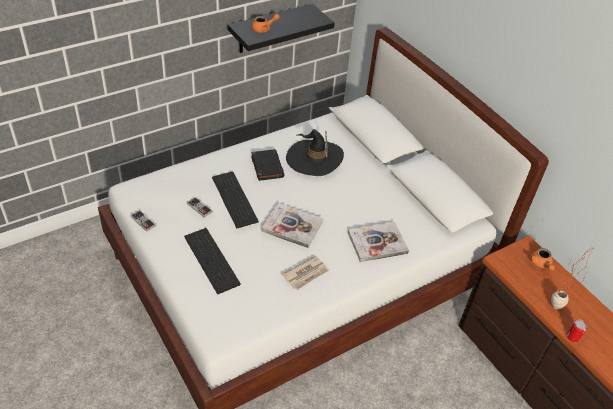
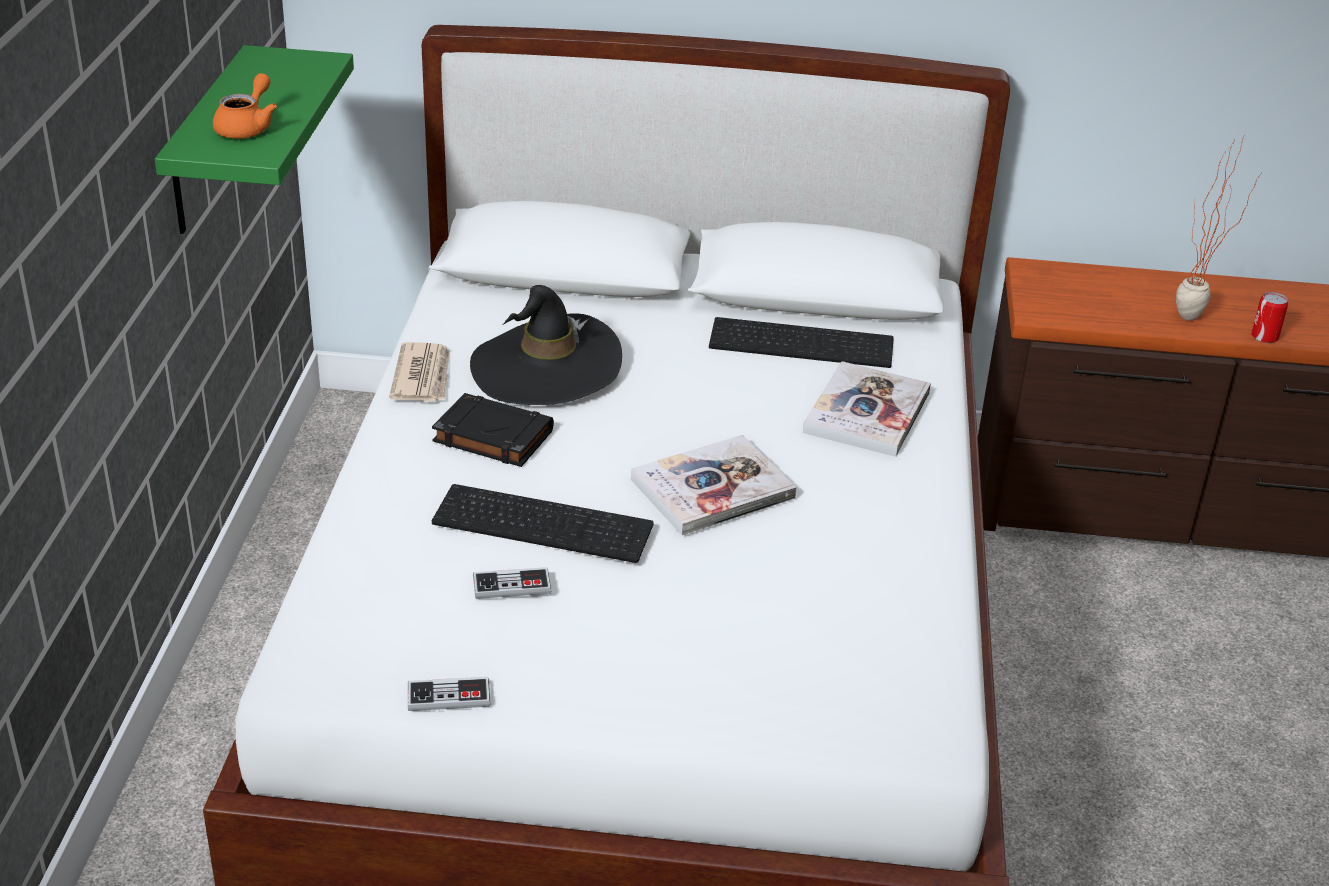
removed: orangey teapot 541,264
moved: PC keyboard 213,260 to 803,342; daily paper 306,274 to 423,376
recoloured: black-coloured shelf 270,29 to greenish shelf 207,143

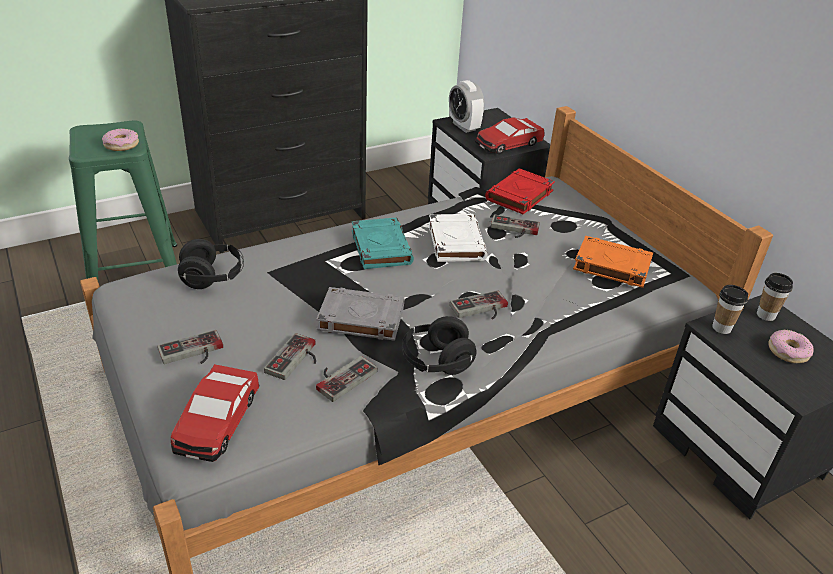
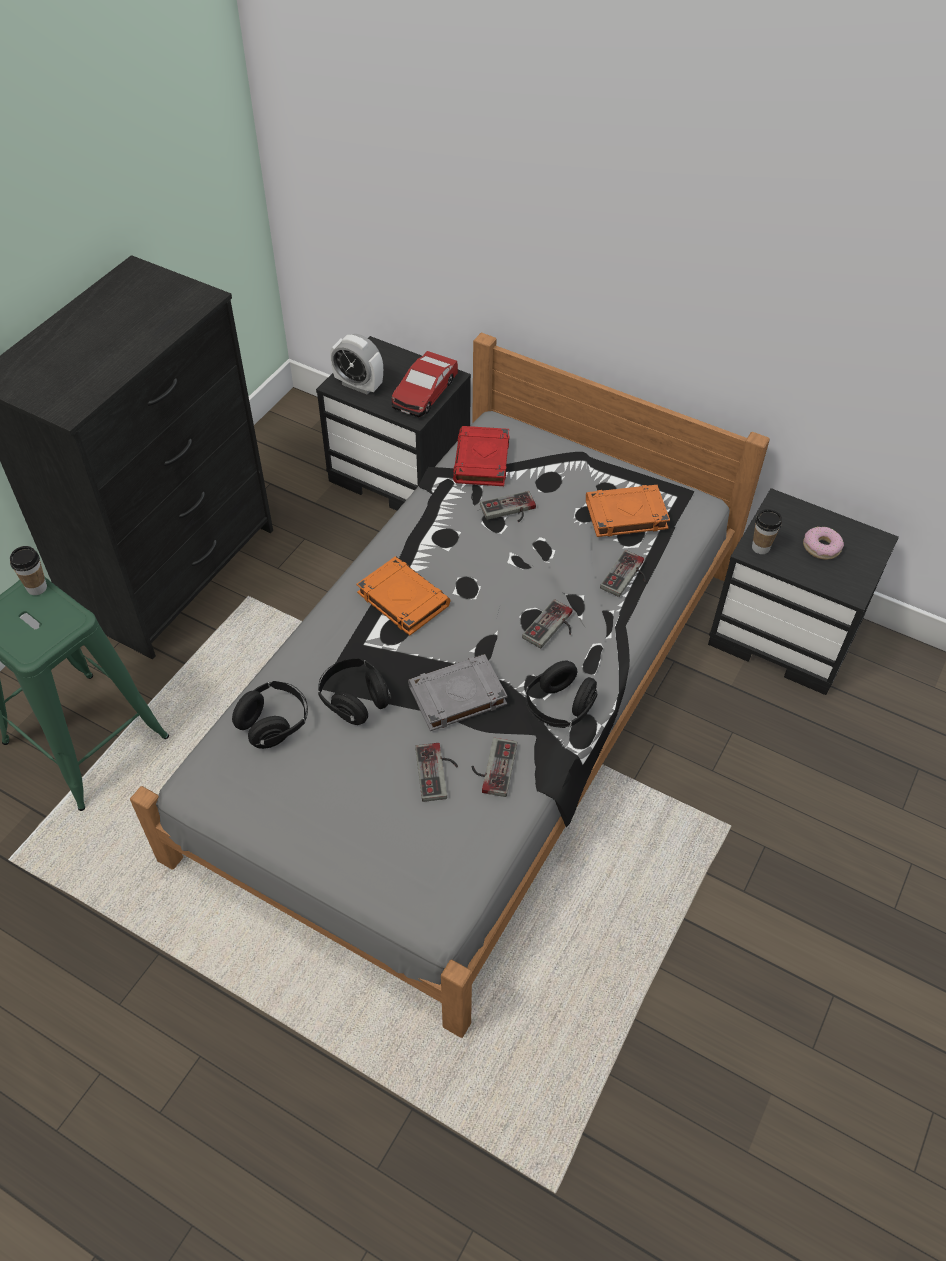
removed: doughnut 121,145; model car 217,421; white-coloured book 455,242
added: black-coloured pair of headphones 355,700
moved: game controller 192,353 to 628,577; drinking cup 766,315 to 37,587
recoloured: turquoise-coloured book 380,247 to orangey book 402,599

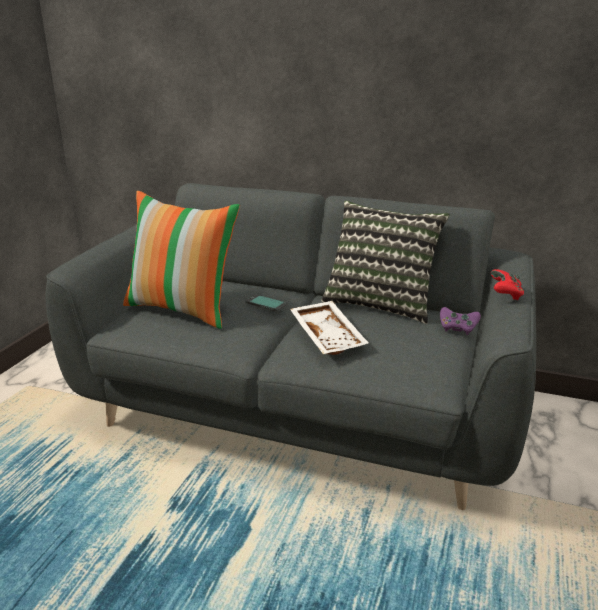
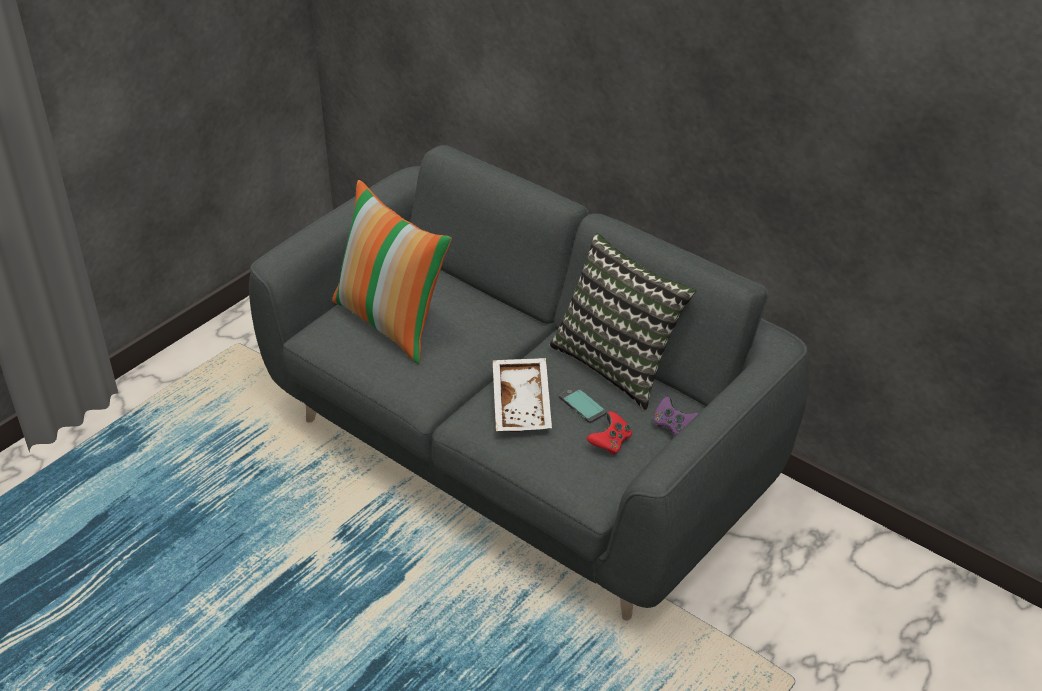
moved: phone 266,304 to 582,405; red-coloured game controller 505,294 to 610,443

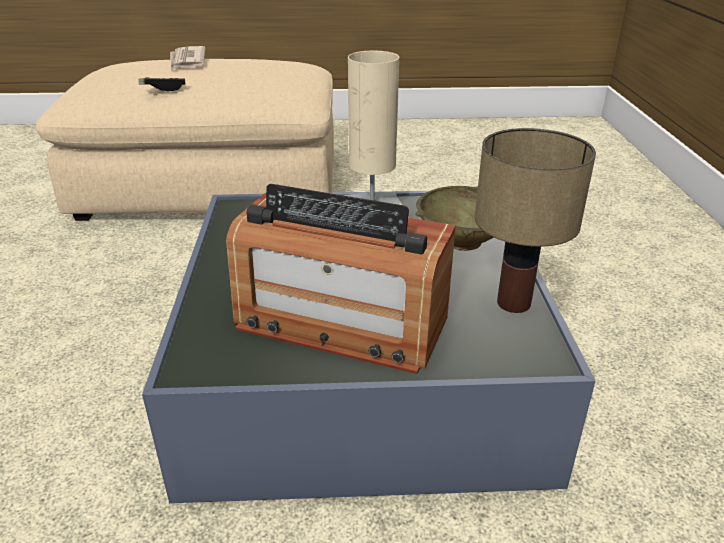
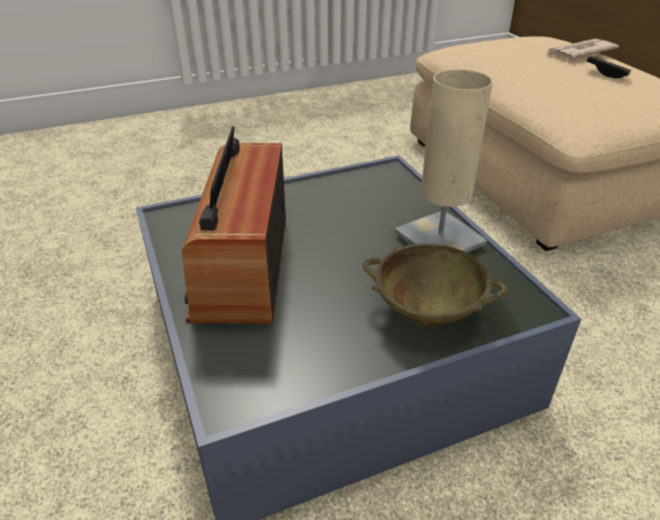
removed: table lamp 514,304
moved: game controller 163,89 to 606,73

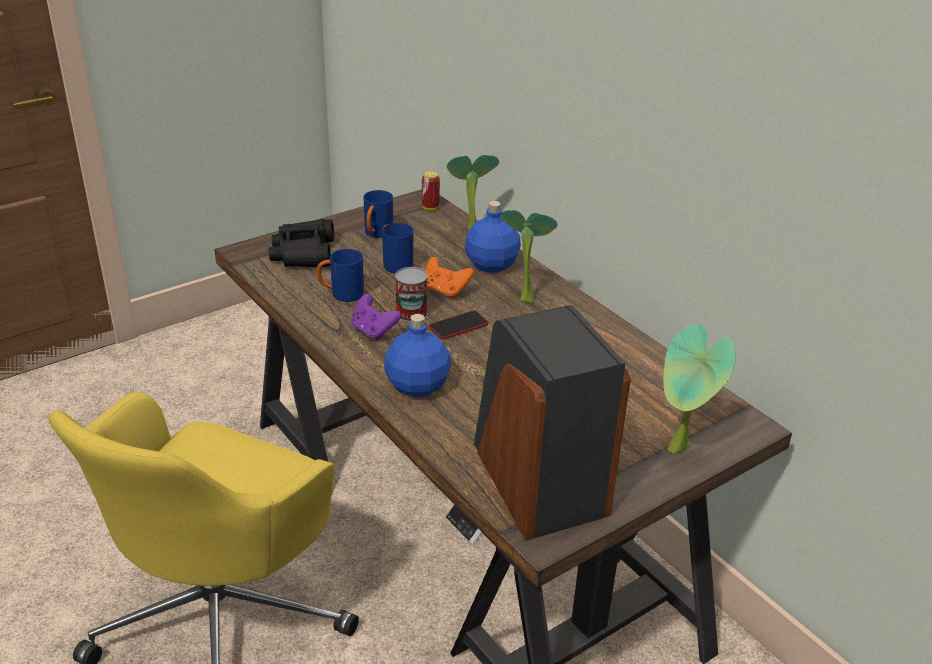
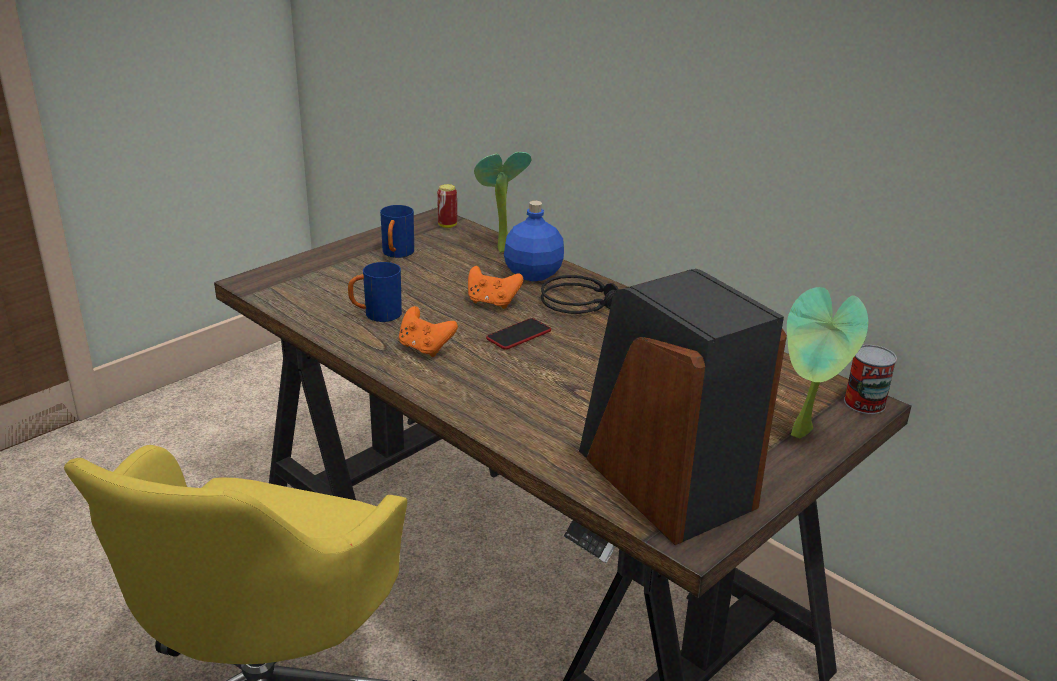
removed: black-coloured binoculars 304,254; blue tea mug 394,263; blue drink bottle 416,386
moved: metal can 411,313 to 864,403
replaced: potted plant 524,297 to black-coloured pair of headphones 580,301
recoloured: purple-coloured game controller 373,331 to orangey game controller 425,348

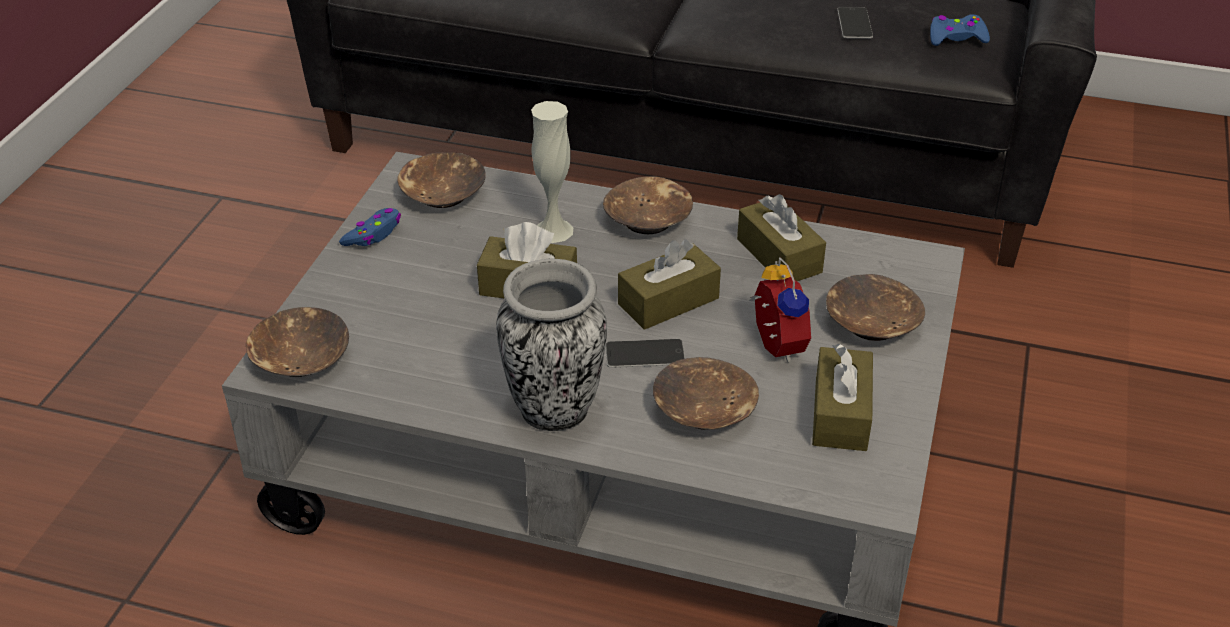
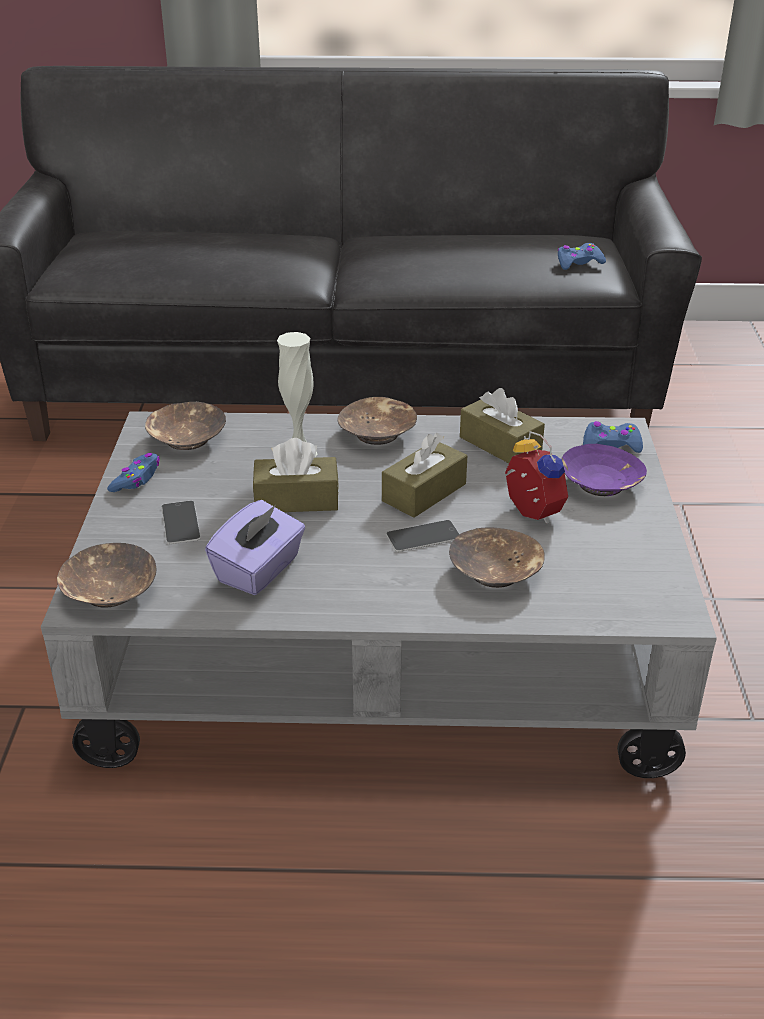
removed: vase 554,411; brown-coloured tissue box 840,414
added: purple-coloured tissue box 259,570; blue game controller 611,444
moved: phone 854,23 to 180,522
recoloured: brown-coloured serving bowl 871,324 to purple-coloured serving bowl 600,484

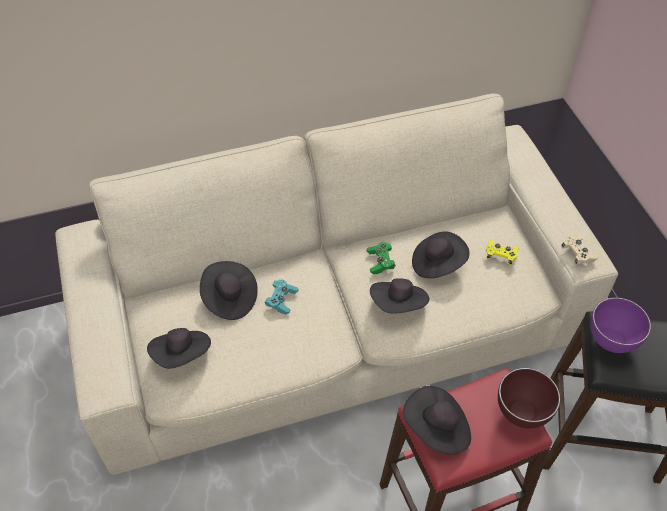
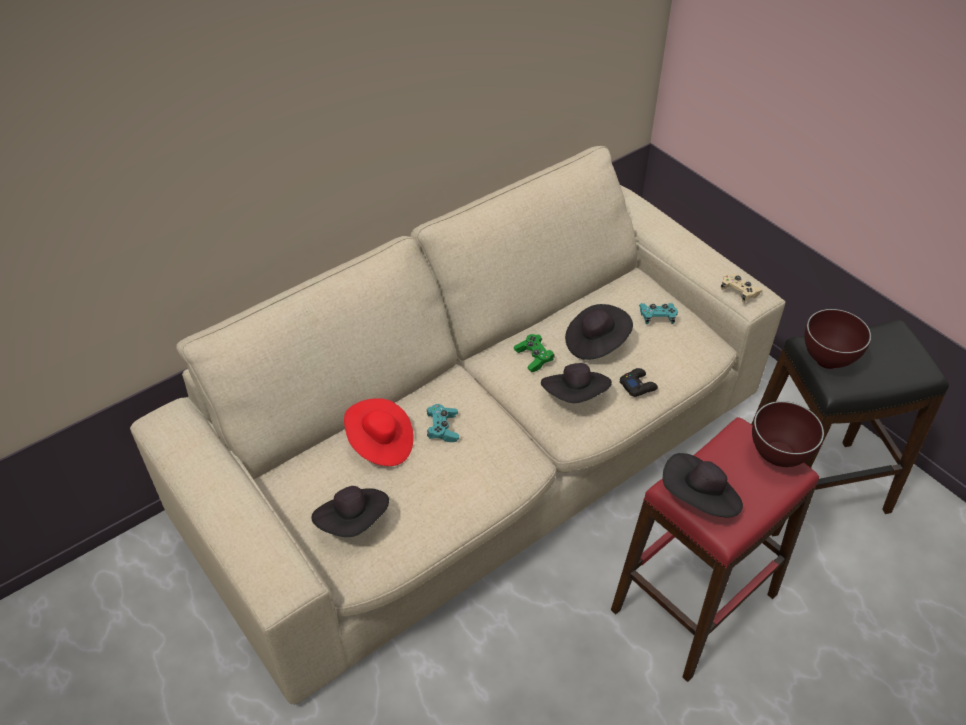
added: black-coloured game controller 638,385
recoloured: black-coloured hat 229,298 to red-coloured hat 380,443; yellow-coloured game controller 500,256 to turquoise-coloured game controller 657,317; purple-coloured serving bowl 611,342 to brown-coloured serving bowl 827,360

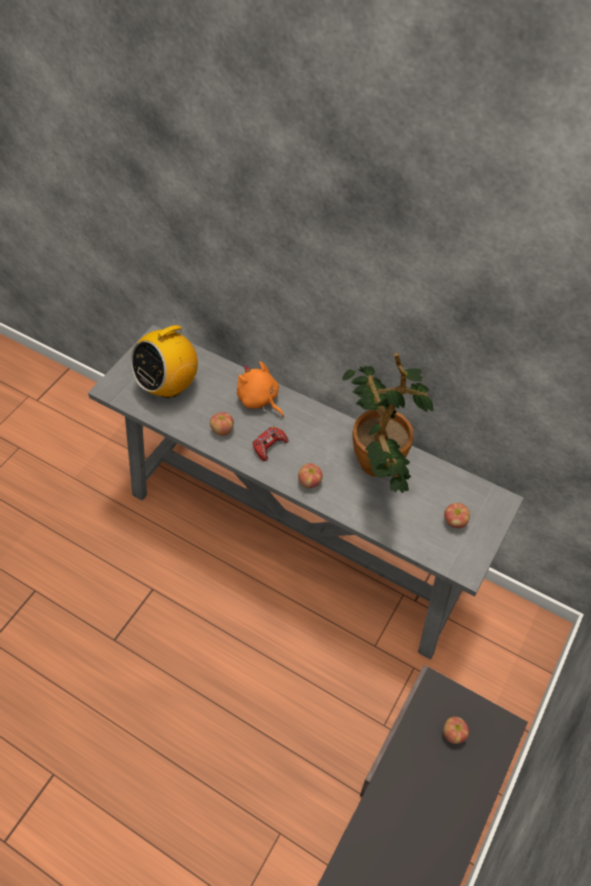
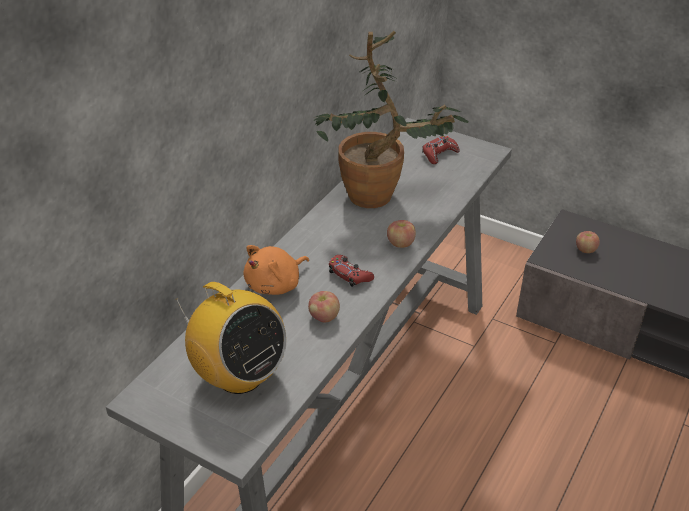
replaced: whole apple 455,521 to red-coloured game controller 439,154

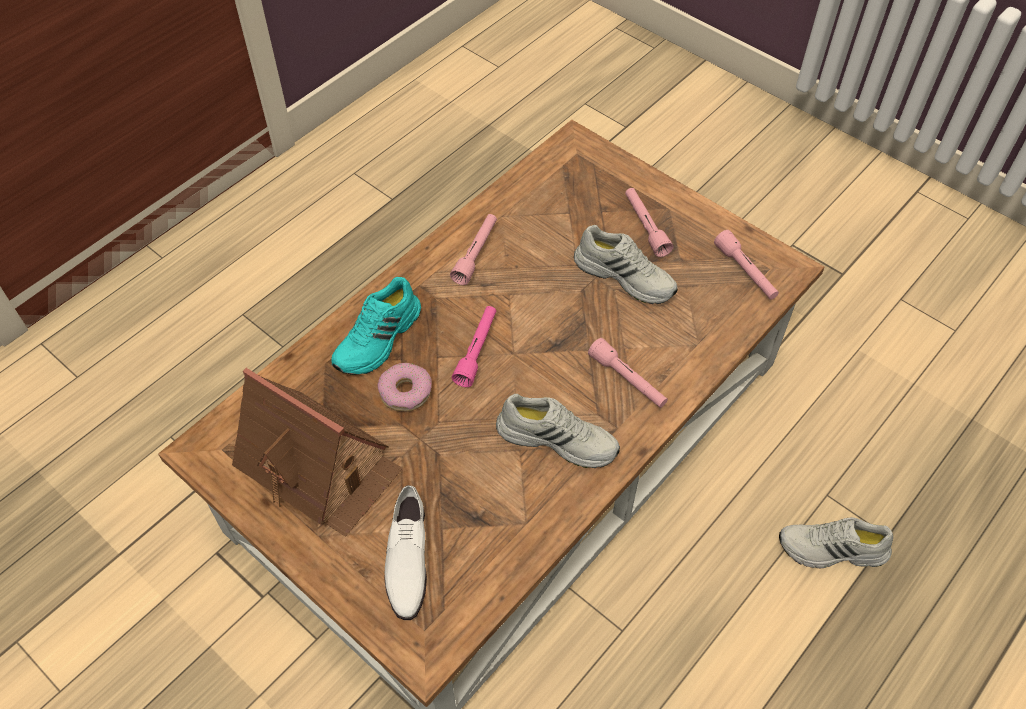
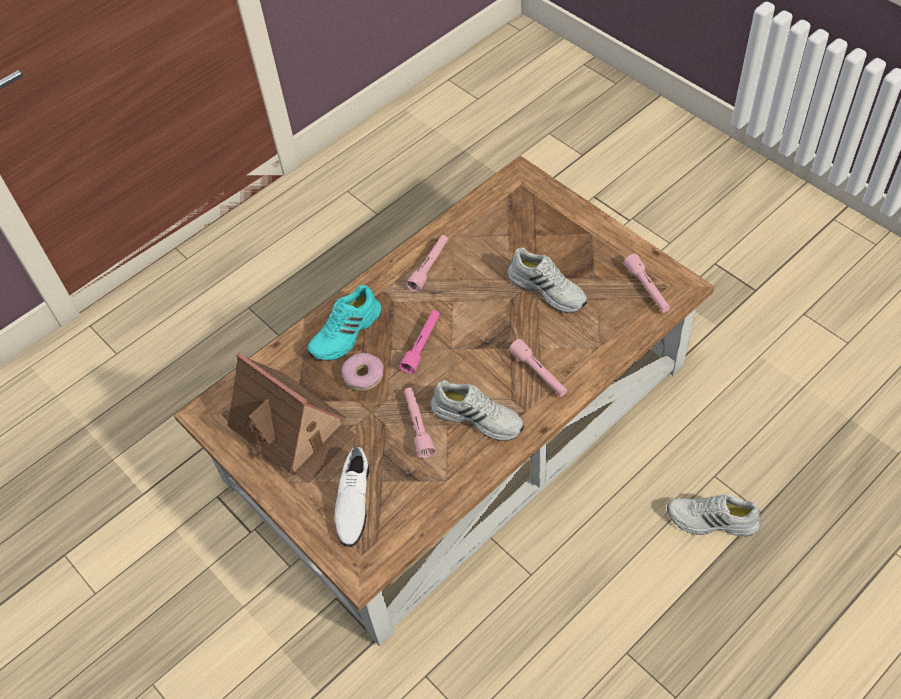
moved: pink-coloured flashlight 645,227 to 418,425

